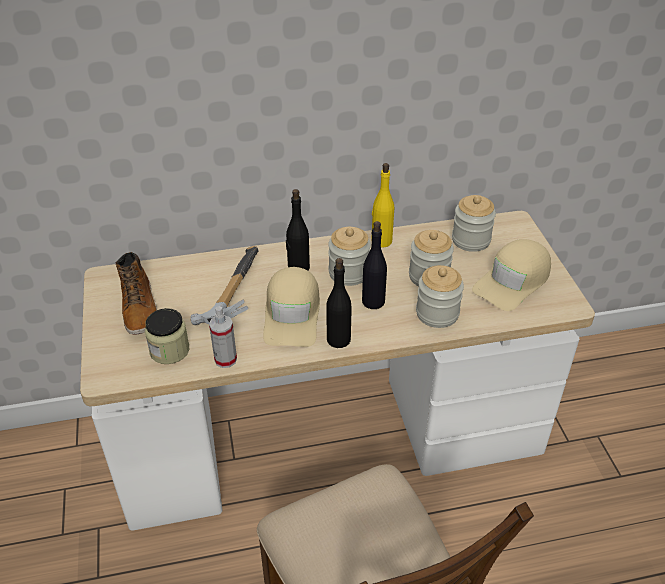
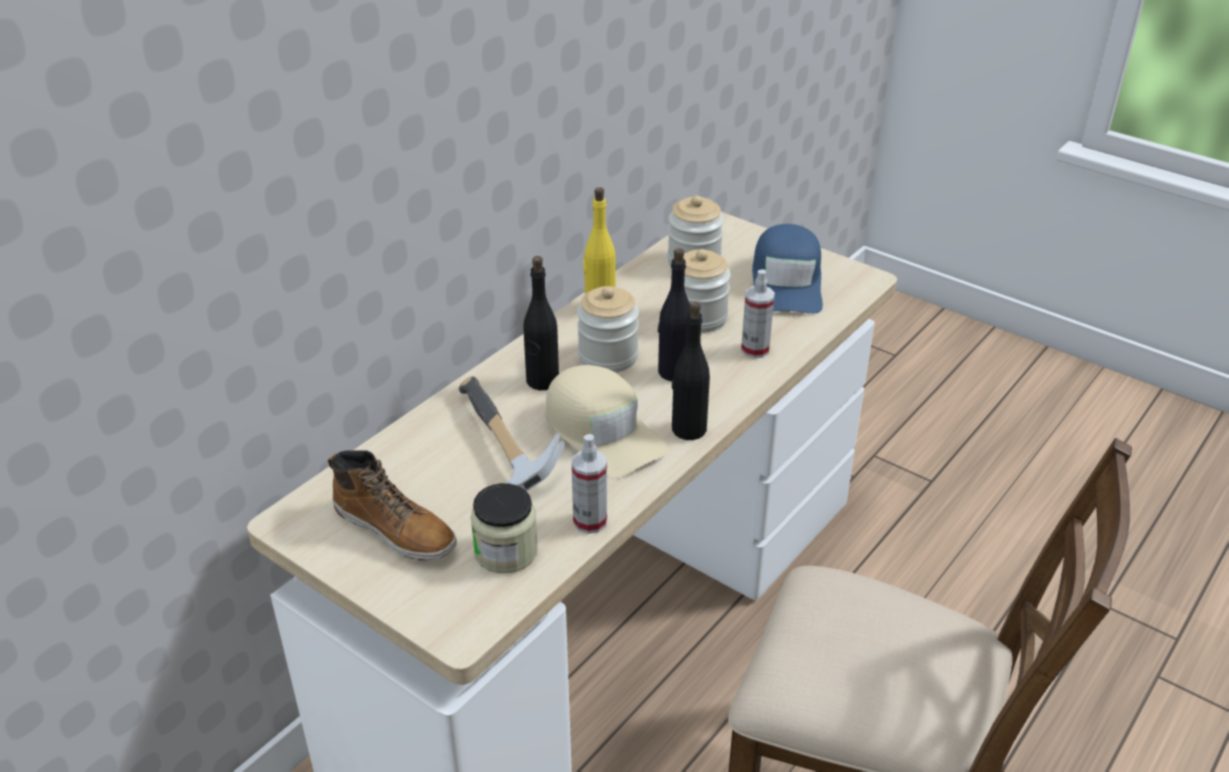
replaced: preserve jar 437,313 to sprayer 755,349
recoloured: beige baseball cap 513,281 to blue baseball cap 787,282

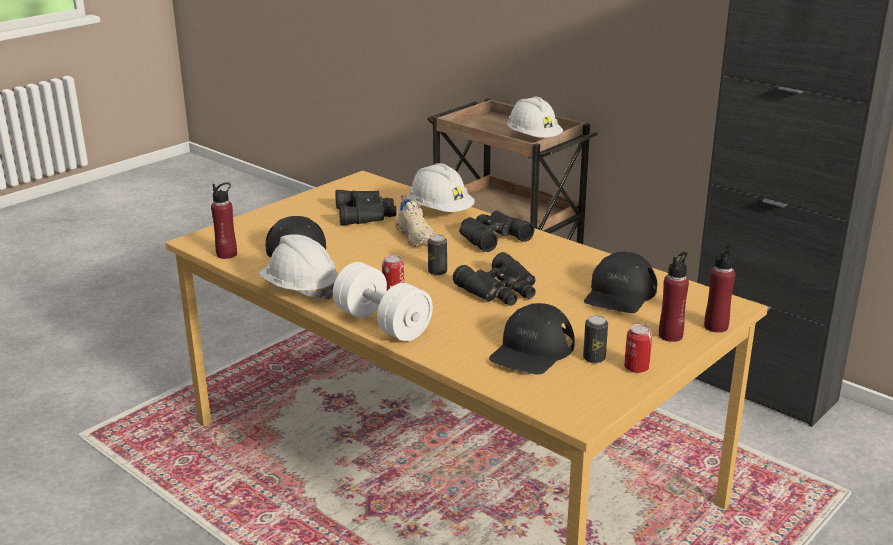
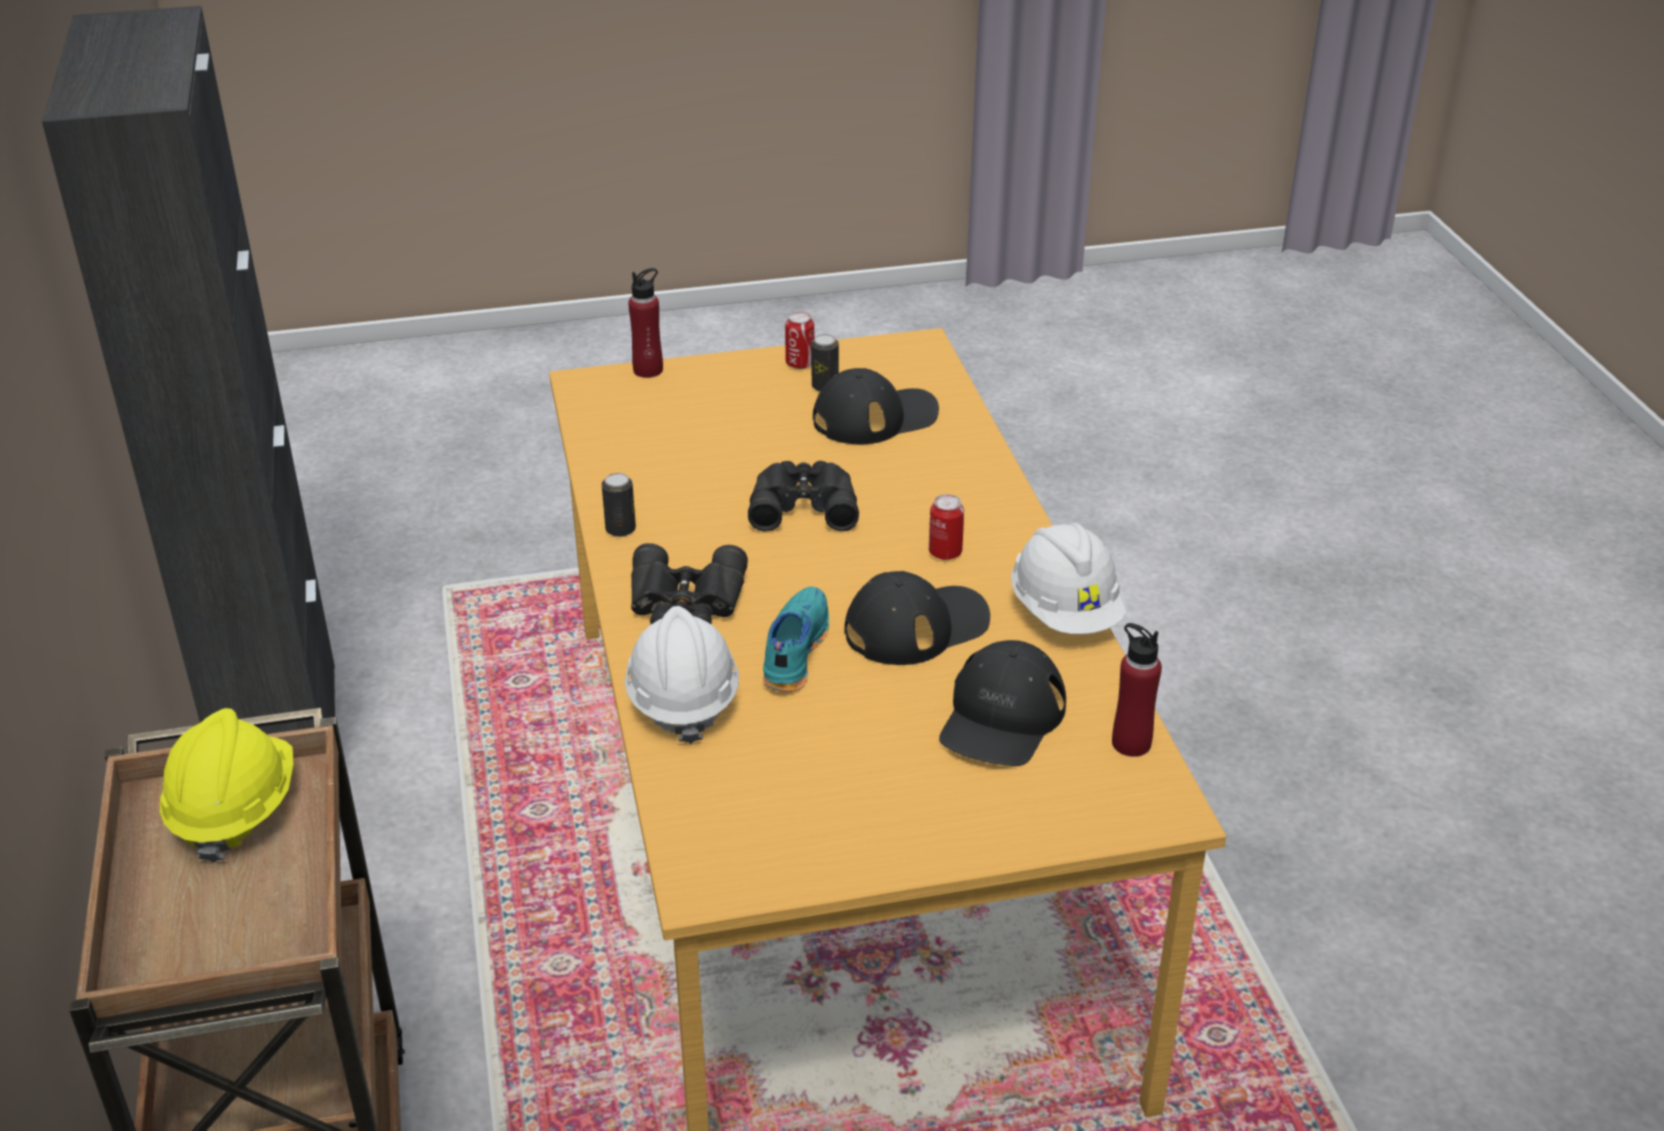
removed: white-coloured dumbbell 383,323; black-coloured binoculars 366,214; red-coloured drink bottle 670,335
moved: metal can 437,272 to 620,529; black-coloured baseball cap 619,294 to 916,626
recoloured: beige item of footwear 417,237 to turquoise-coloured item of footwear 793,651; white-coloured hard hat 533,139 to yellow-coloured hard hat 233,810

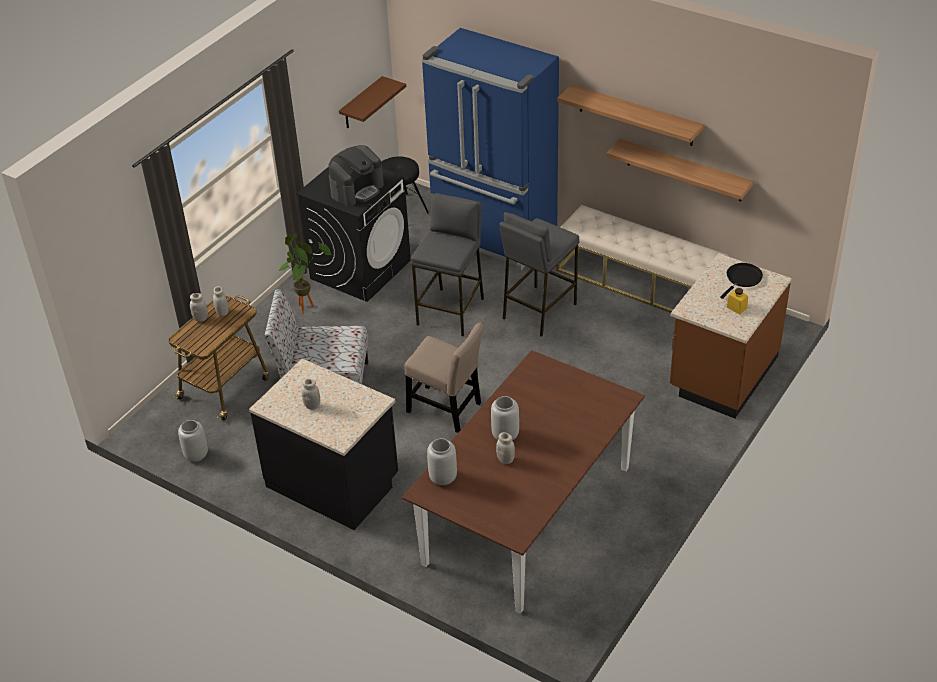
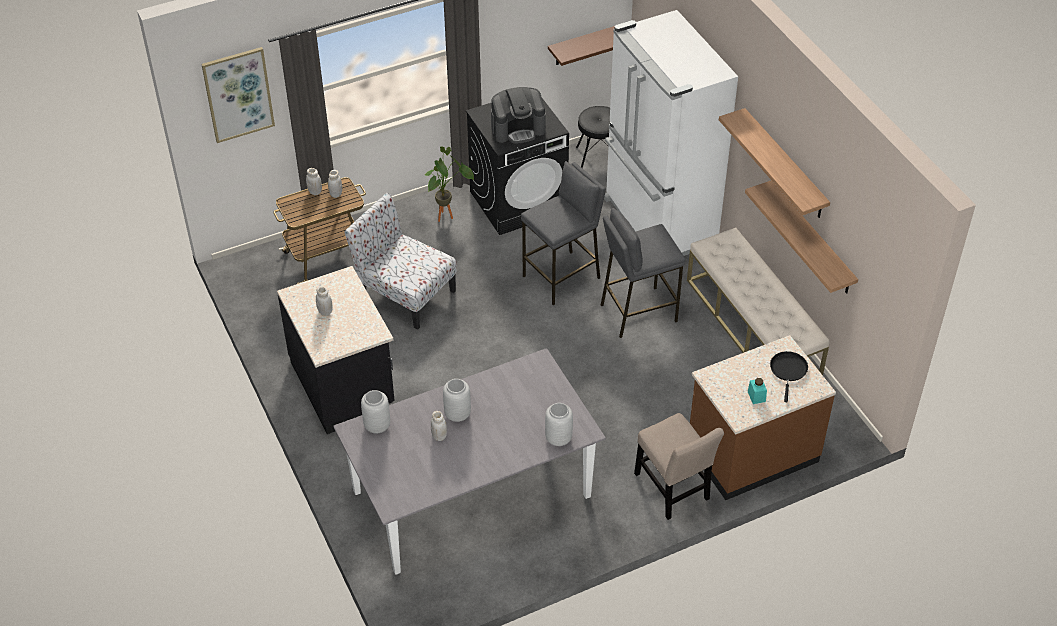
added: wall picture 238,94
moved: grey vase 196,455 to 558,438; beige upright chair 447,409 to 673,490
recoloured: brown-coloured dining table 528,515 to grey dining table 471,494; blue kitchen fridge 493,237 to white-coloured kitchen fridge 658,222; yellow-coloured preserve jar 737,308 to turquoise-coloured preserve jar 756,396
turned: black-coloured skillet 742,279 = 788,371 60 degrees counterclockwise

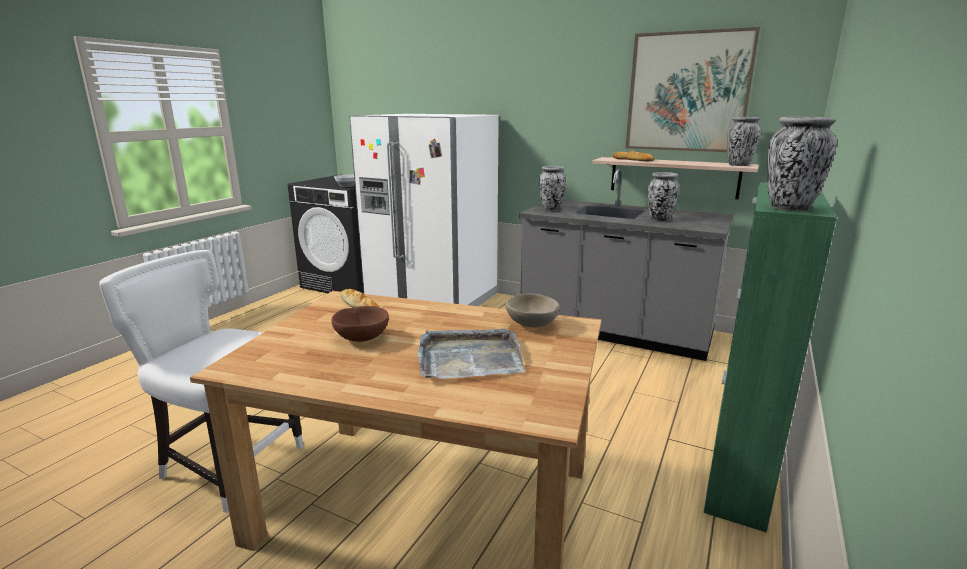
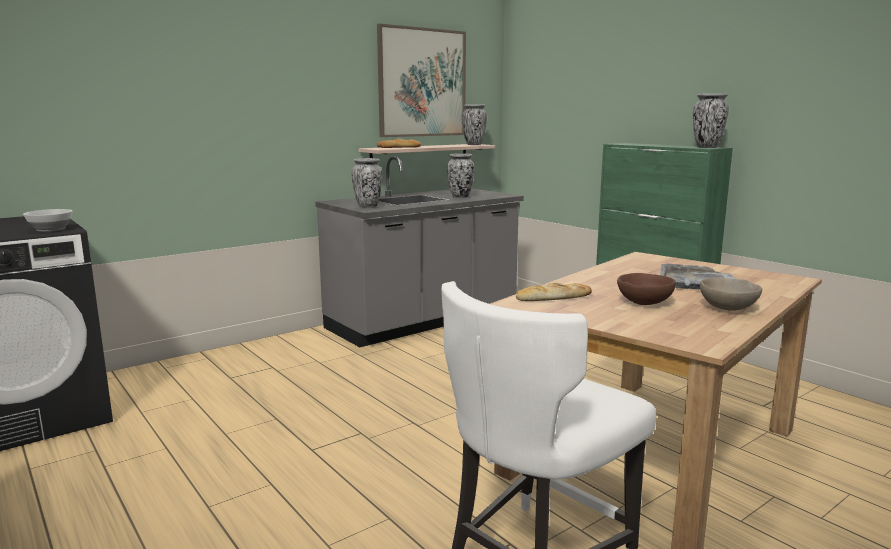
removed: white-coloured kitchen fridge 432,299
moved: beige serving bowl 531,324 to 728,309

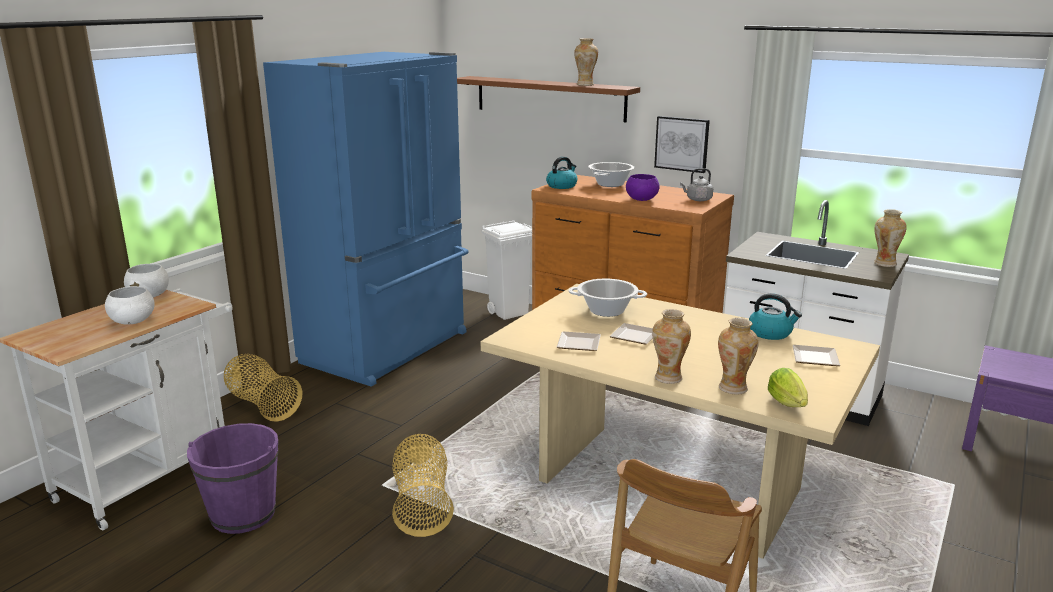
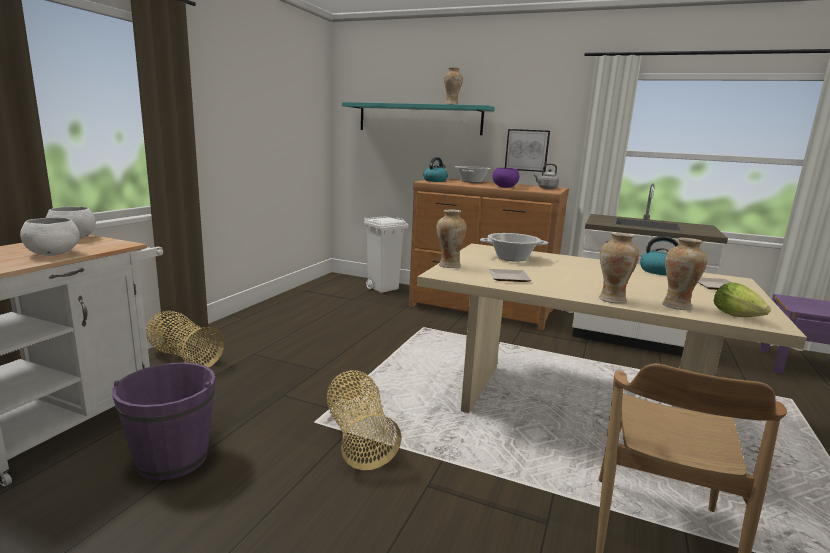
removed: blue kitchen fridge 389,348; flat dish 635,337
moved: vase 884,264 to 448,265
recoloured: brown-coloured shelf 549,98 to turquoise-coloured shelf 419,119

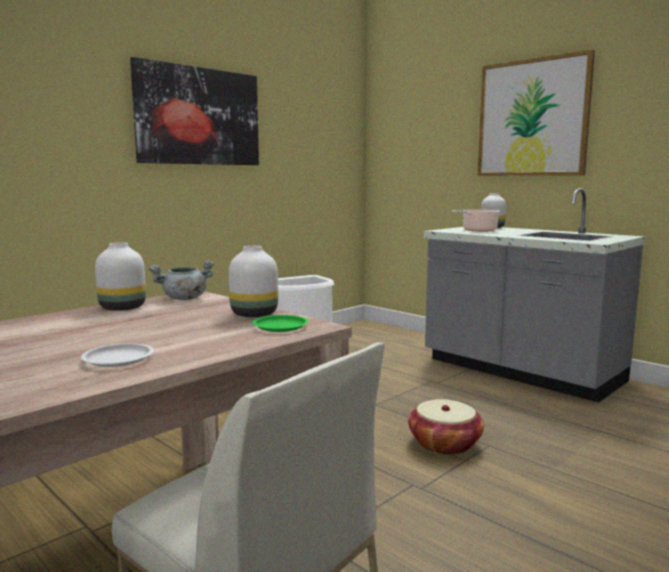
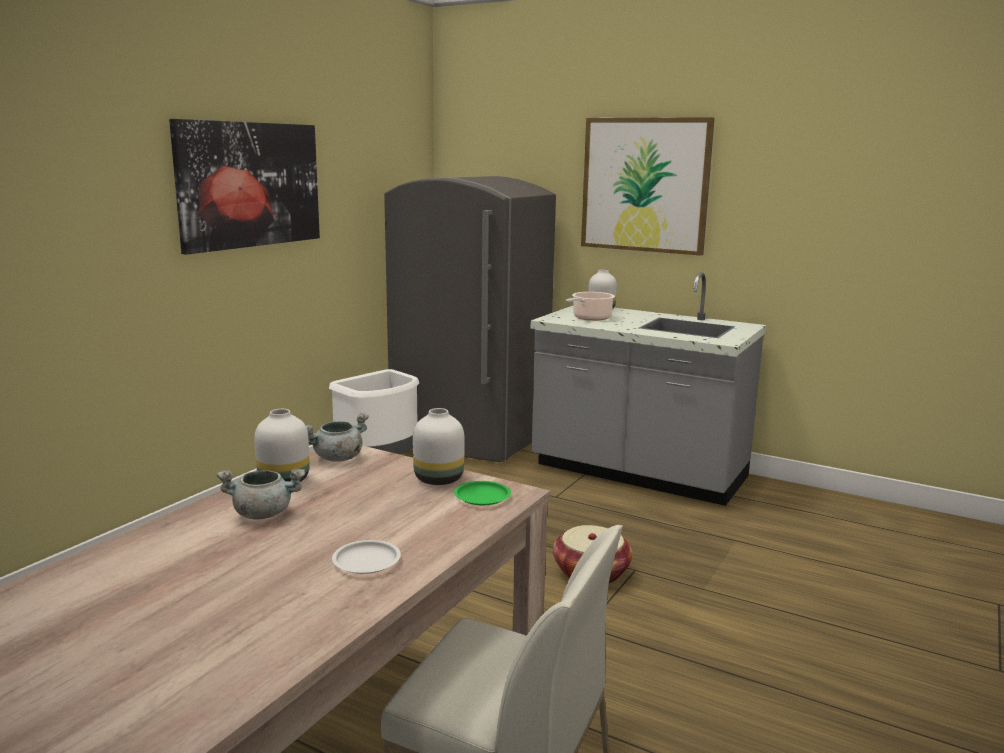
added: grey saucepot 264,514; grey kitchen fridge 469,438

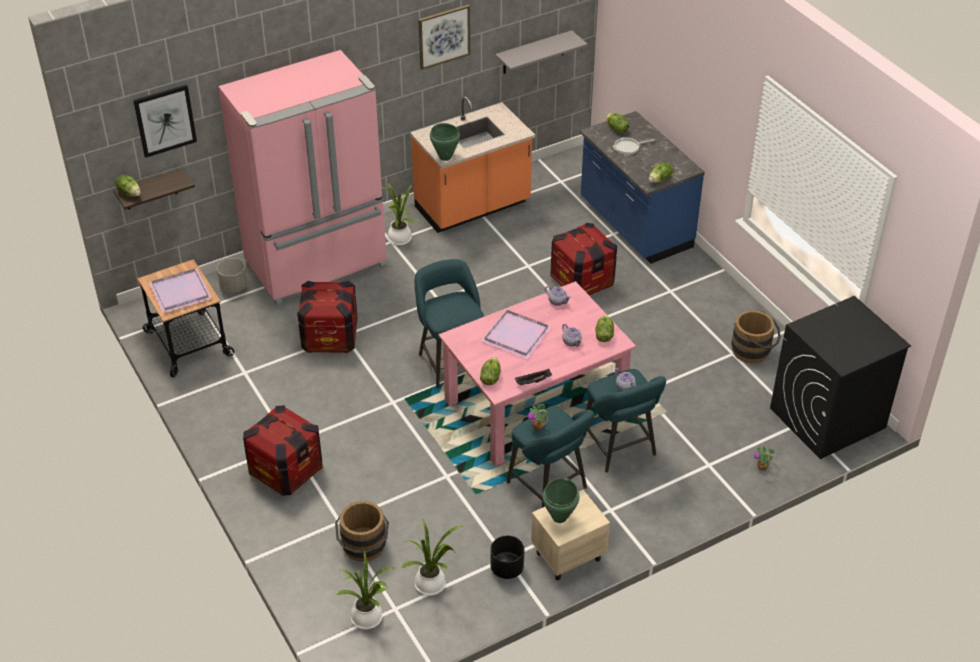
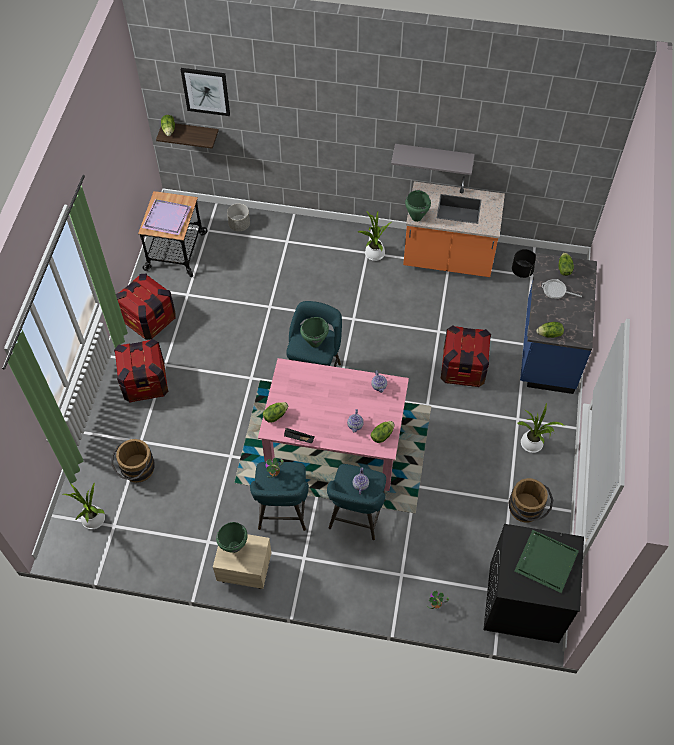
removed: pink-coloured kitchen fridge 318,266; wall picture 444,36; purple-coloured tray 517,335
added: greenish saucepot 315,343; greenish tray 545,560
moved: packing crate 330,337 to 149,319; potted plant 432,585 to 533,445; black-coloured flower pot 507,568 to 522,271; grey shelf 533,52 to 433,156

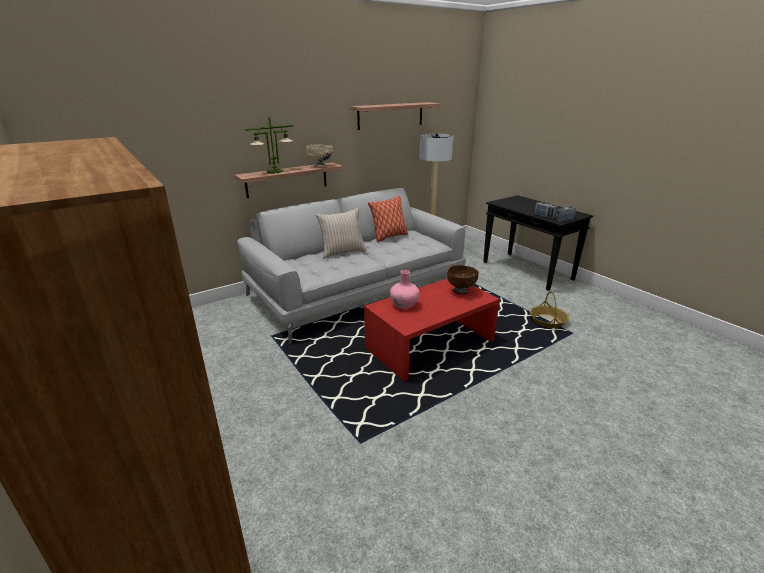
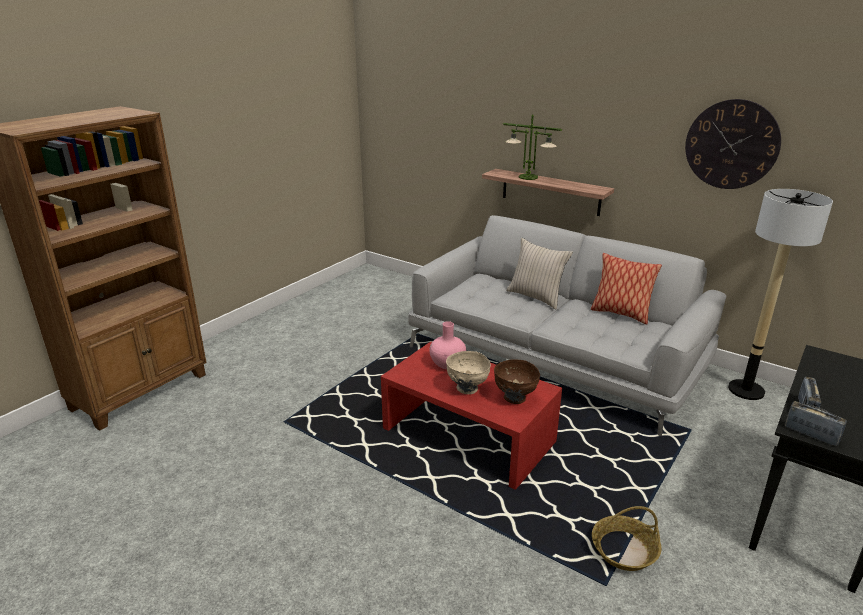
moved: beige serving bowl 320,166 to 467,389
replaced: shelf 390,115 to hanging clock 731,144

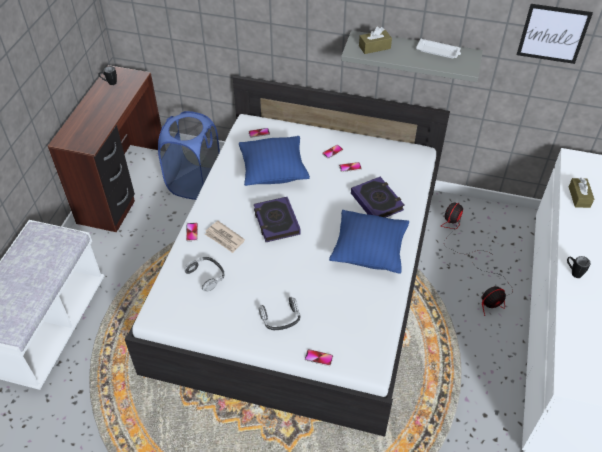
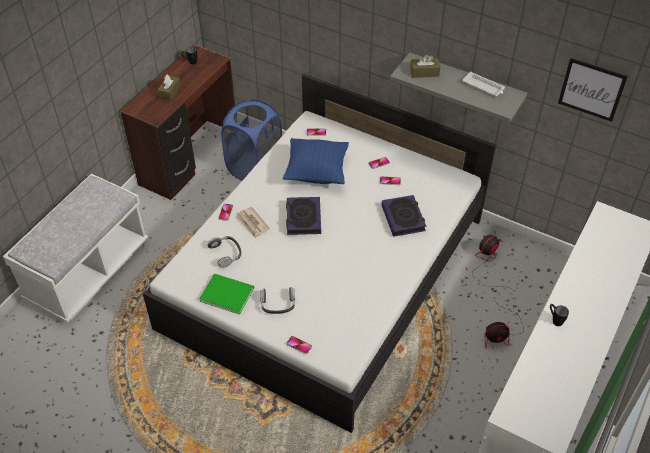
removed: blue cushion 368,252
added: greenish book 226,293
moved: brown-coloured tissue box 579,197 to 169,92

